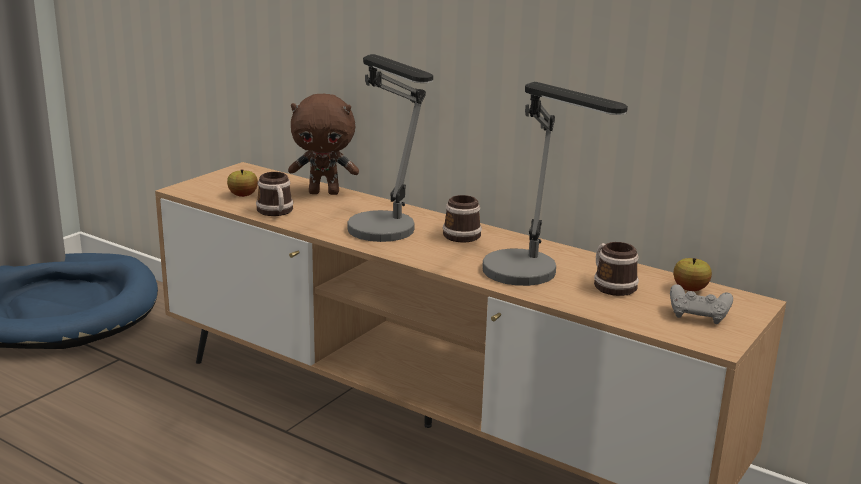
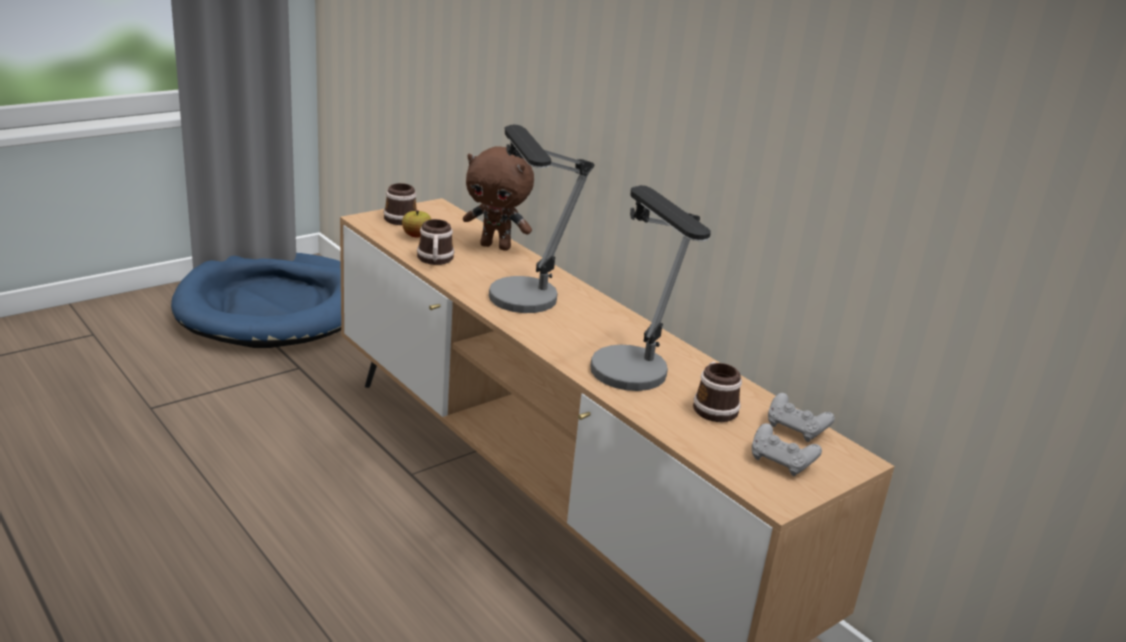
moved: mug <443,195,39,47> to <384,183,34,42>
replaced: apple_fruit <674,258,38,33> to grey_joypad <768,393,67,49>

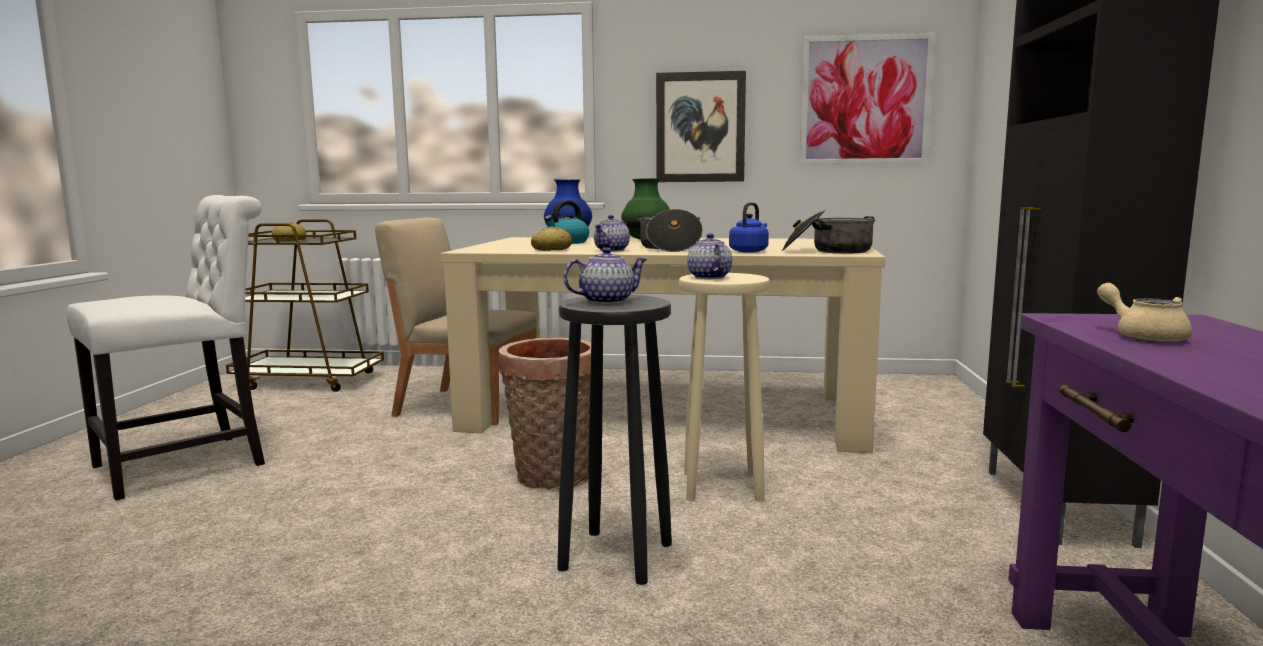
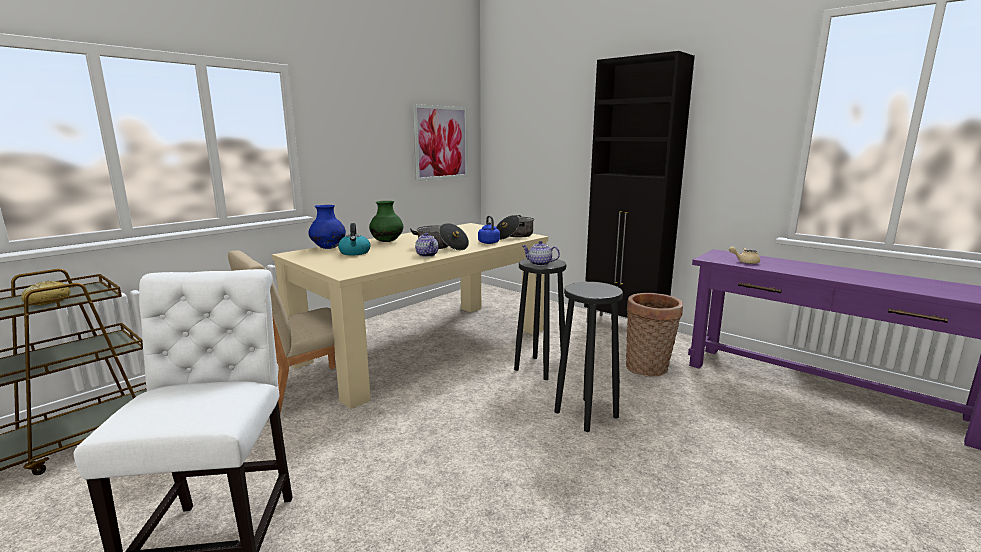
removed: picture <656,71,90,111>; baked_bread <531,226,42,25>; pot_for_tea <563,247,84,57>
moved: household_basket <499,338,92,152> to <626,293,57,84>
recoloured: beige-coloured_stool_seat <678,273,92,229> to blackish_stool_seat <514,258,52,122>

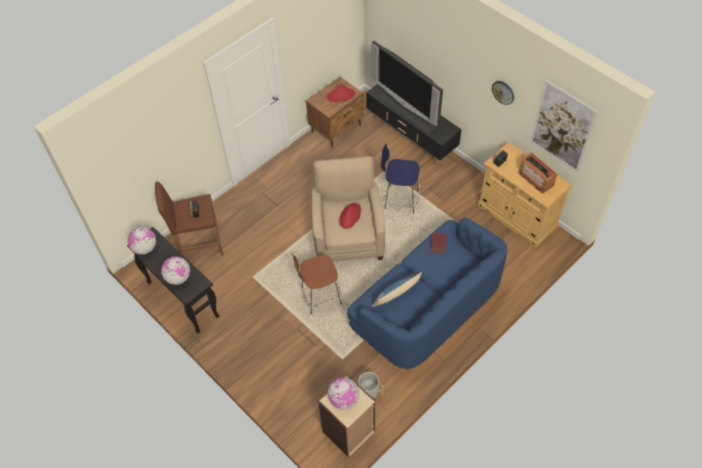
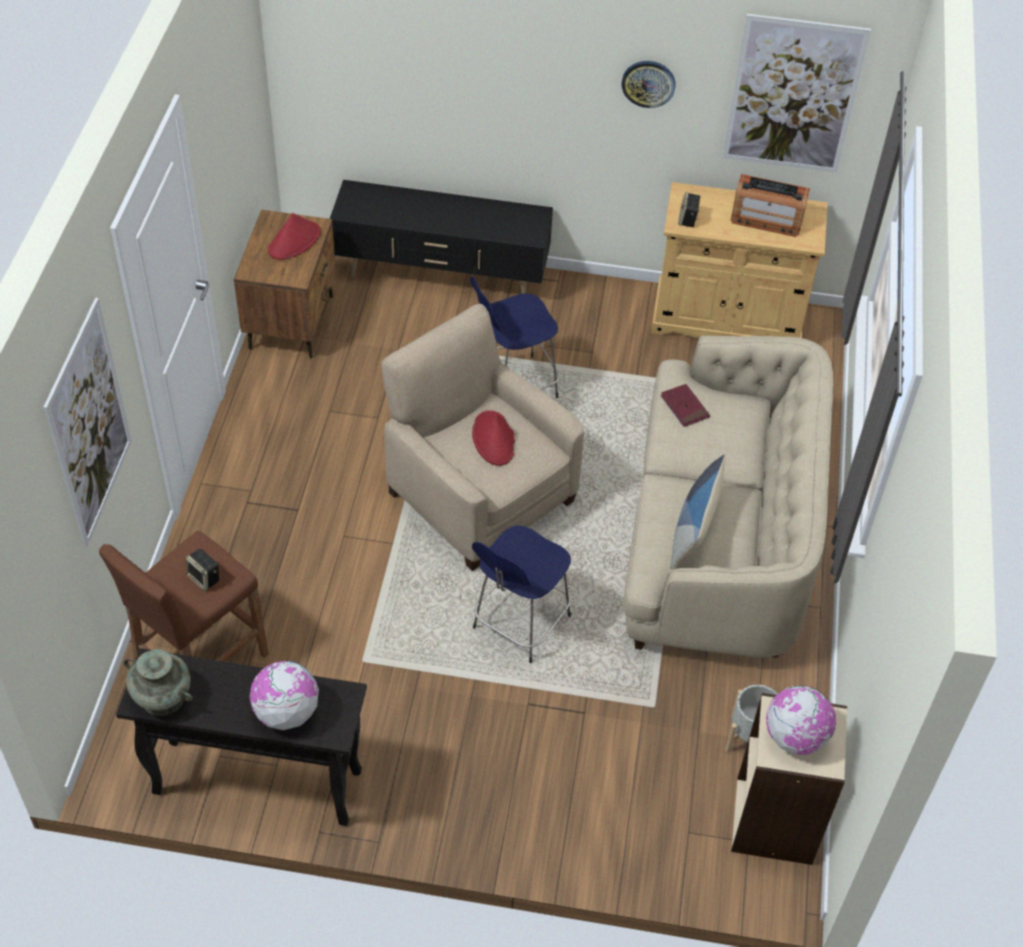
removed: television <371,41,72,93>
added: picture <43,298,89,249>
replaced: world_globe <128,227,28,28> to turquoise_flower_vase <124,649,69,67>
recoloured: blue_sofa <347,217,160,153> to beige-coloured_sofa <624,336,209,322>; brownish_stool_seat <292,253,50,61> to blue_stool_seat <472,526,99,137>

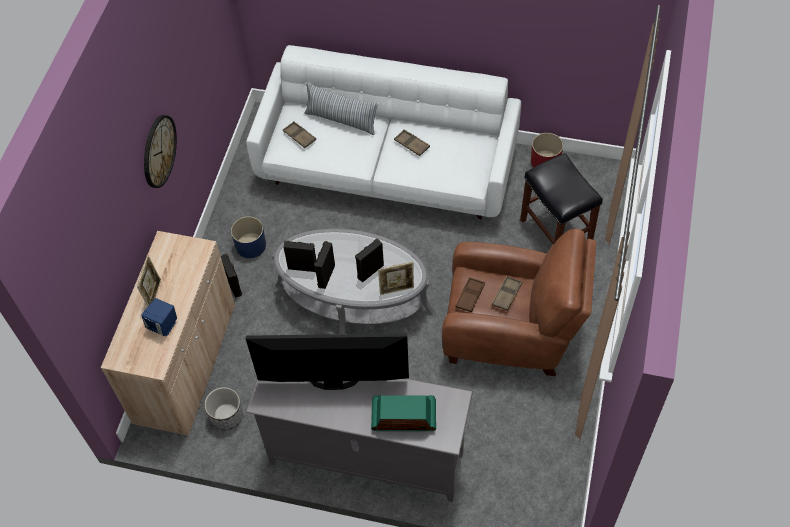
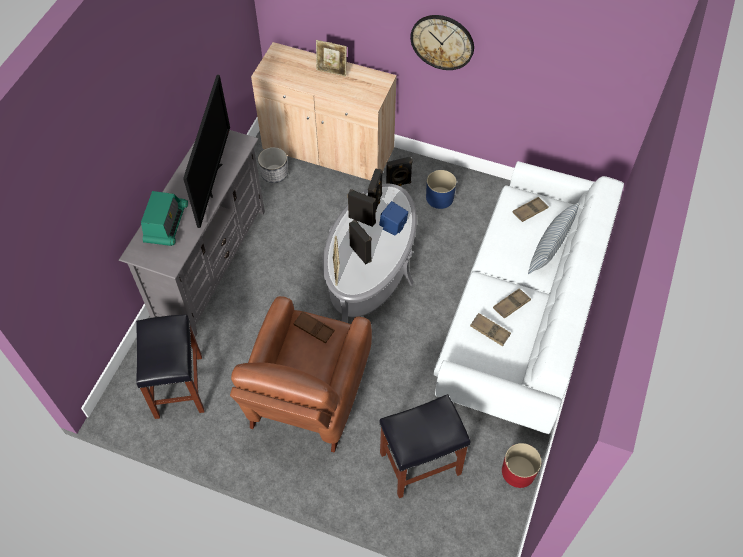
added: blackish_stool_seat <136,314,68,105>
moved: brownish_carrying_tray <492,276,30,35> to <470,313,41,33>; blue_speaker <141,298,36,38> to <379,201,29,34>

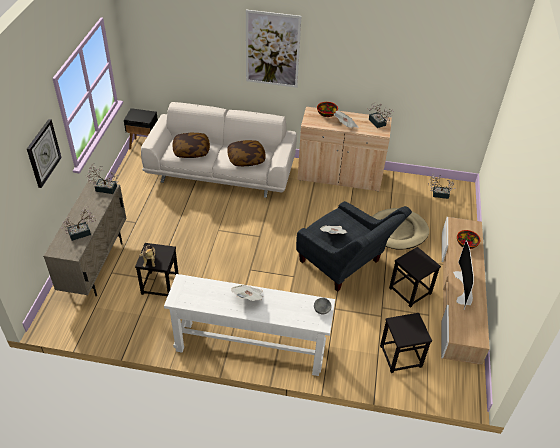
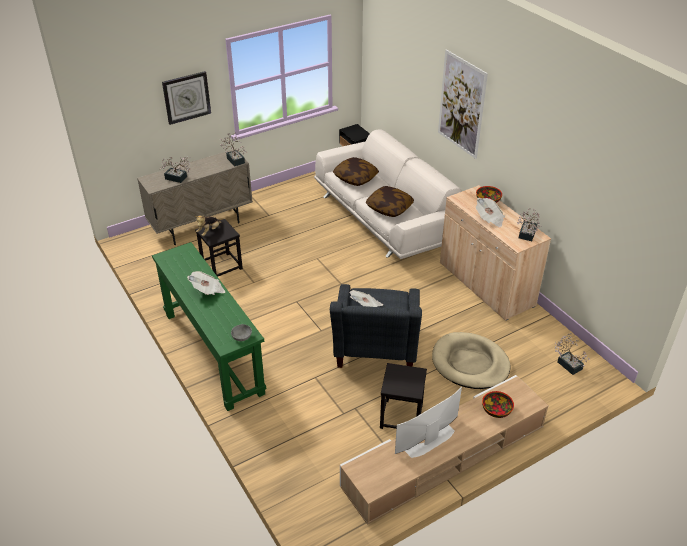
removed: blackish_stool_seat <380,313,52,60>
recoloured: whitish_hall_table <164,274,171,102> to greenish_hall_table <152,242,114,169>

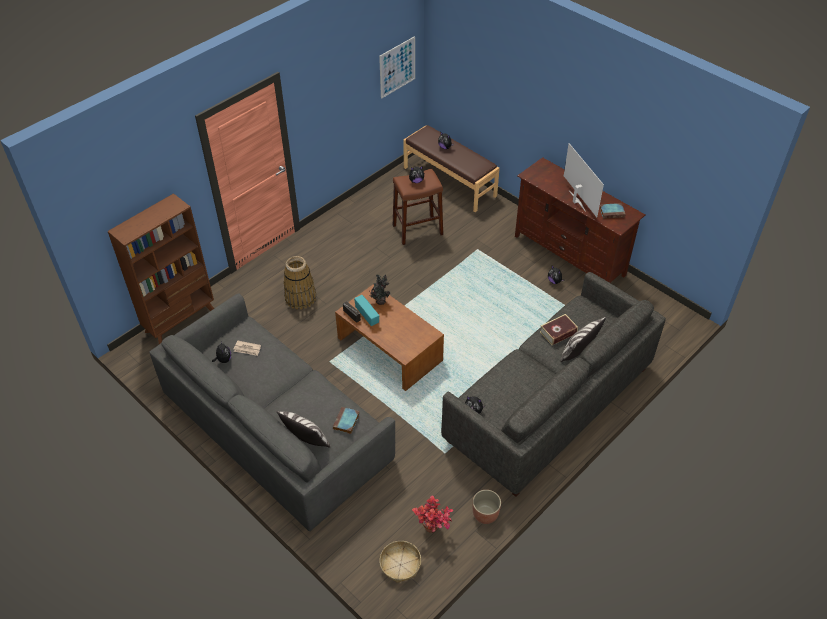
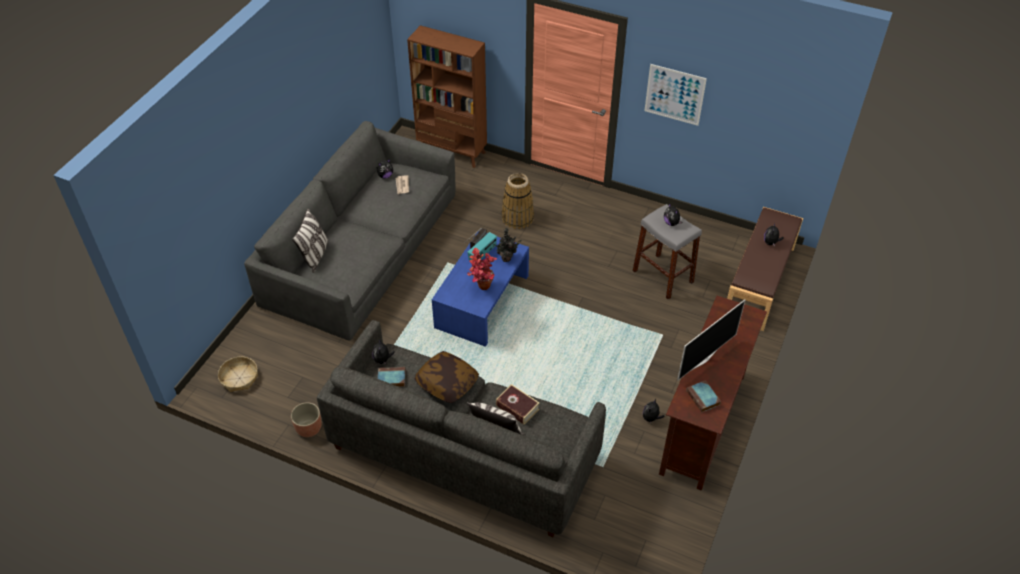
added: cushion <415,351,64,52>
moved: picture <379,36,36,63> to <644,64,63,62>; bound_book <333,407,27,27> to <378,367,28,20>; potted_plant <412,495,41,38> to <467,248,30,42>
recoloured: brownish_stool_seat <393,168,50,77> to grey_stool_seat <633,204,69,95>; brownish_low_table <335,284,109,107> to blue_low_table <432,231,97,116>

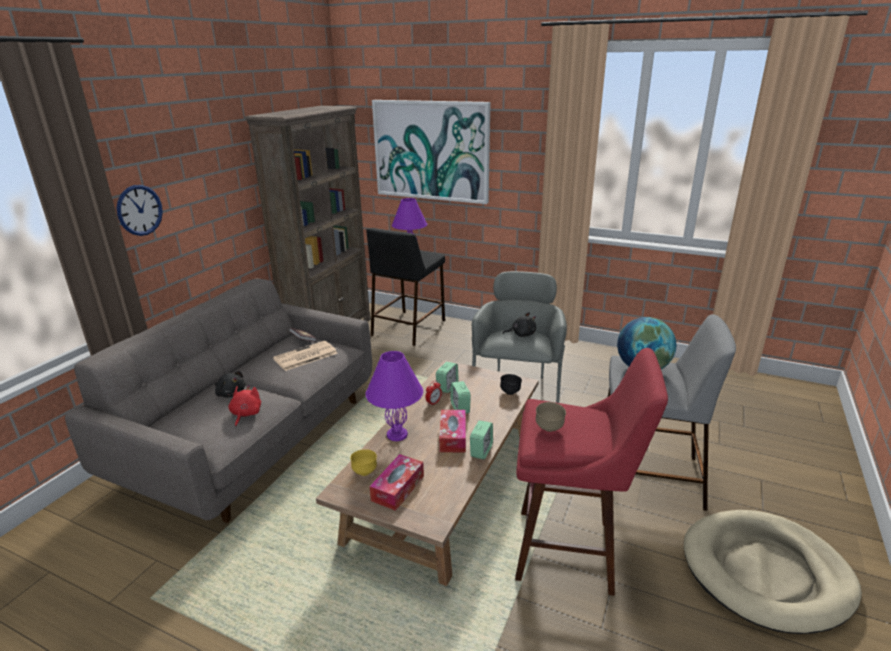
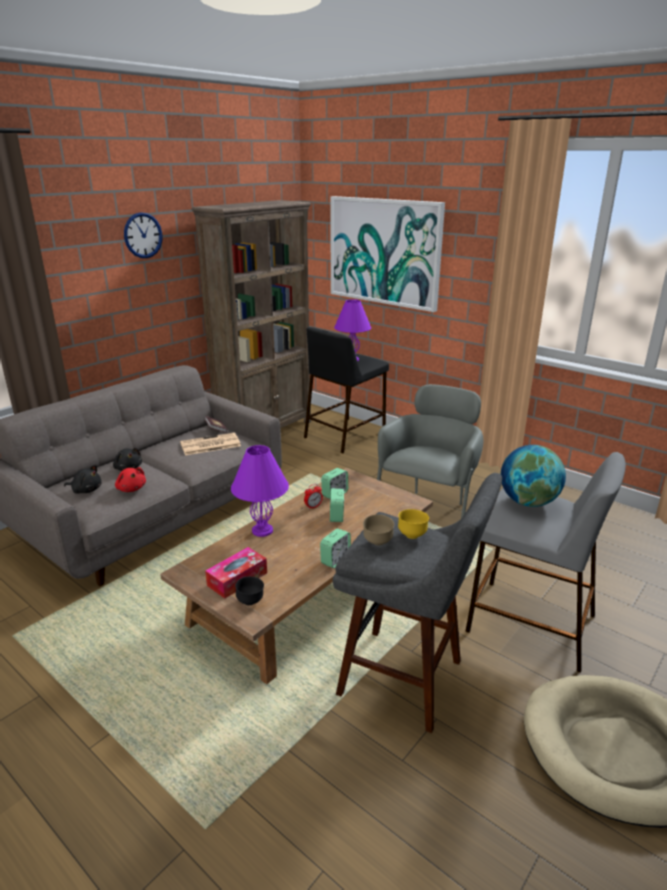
removed: tissue_box <439,410,27,42>
moved: hanging_clock <117,185,46,51> to <124,212,39,46>; blackish_cuddly_toy <502,312,34,25> to <64,465,37,29>; blackish_serving_bowl <500,374,22,21> to <235,576,29,29>; yellow-coloured_serving_bowl <350,449,27,27> to <398,509,31,30>
recoloured: red_stool_seat <515,348,153,248> to grey_stool_seat <333,473,169,260>
turned: red_cuddly_toy <228,385,33,42> = <115,467,31,25> 120 degrees clockwise

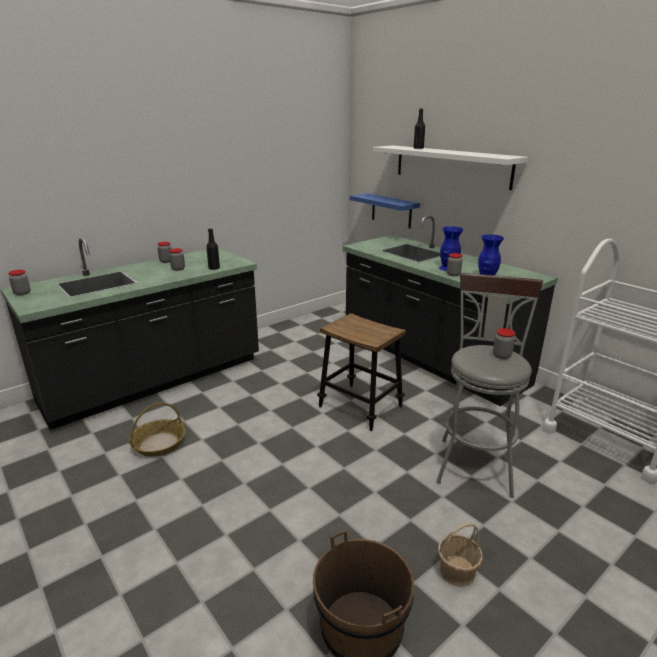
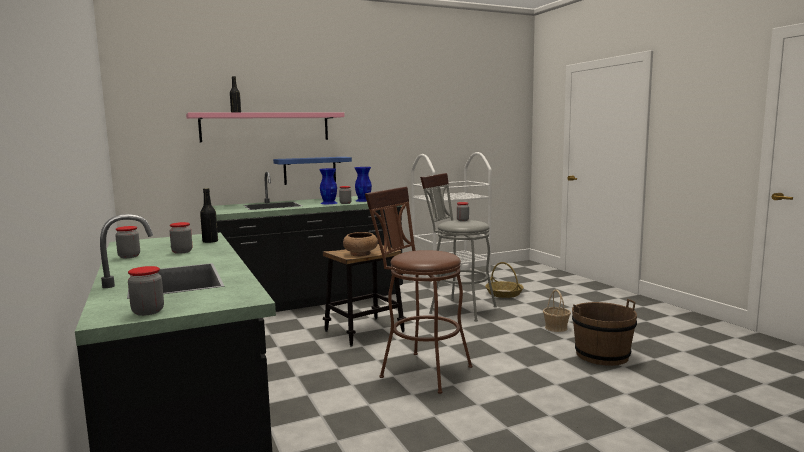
added: brownish_stool_seat <365,187,108,207>; brownish_serving_bowl <343,232,35,24>
moved: blue_bracket_shelf <350,193,70,35> to <273,157,79,28>; household_basket <129,403,56,54> to <485,262,39,36>
recoloured: whitish_bracket_shelf <373,145,155,45> to pinkish_bracket_shelf <186,112,158,30>

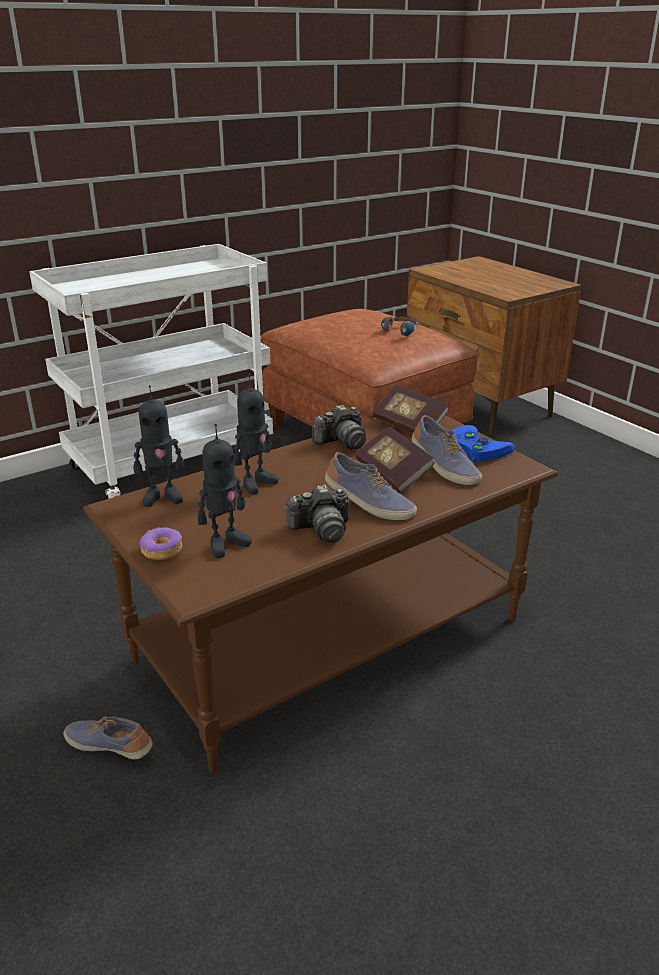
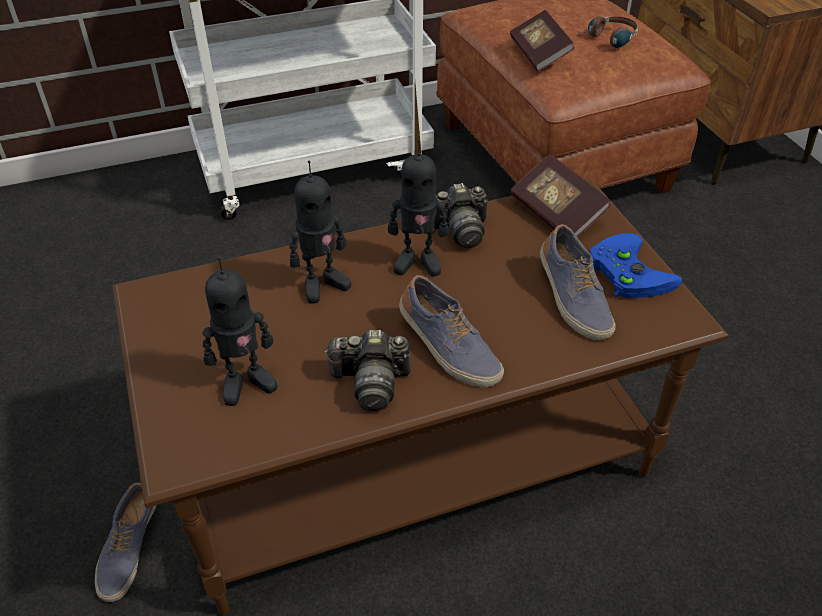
removed: doughnut <139,527,43,33>
moved: model_robot <133,385,52,122> to <388,139,61,138>; bound_book <355,426,80,67> to <510,10,64,61>
turned: shoe <64,716,89,43> = <95,483,62,119> 120 degrees counterclockwise

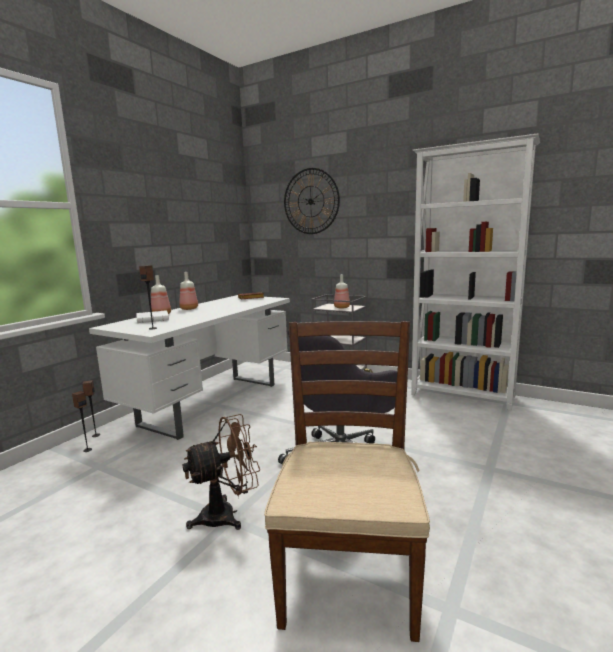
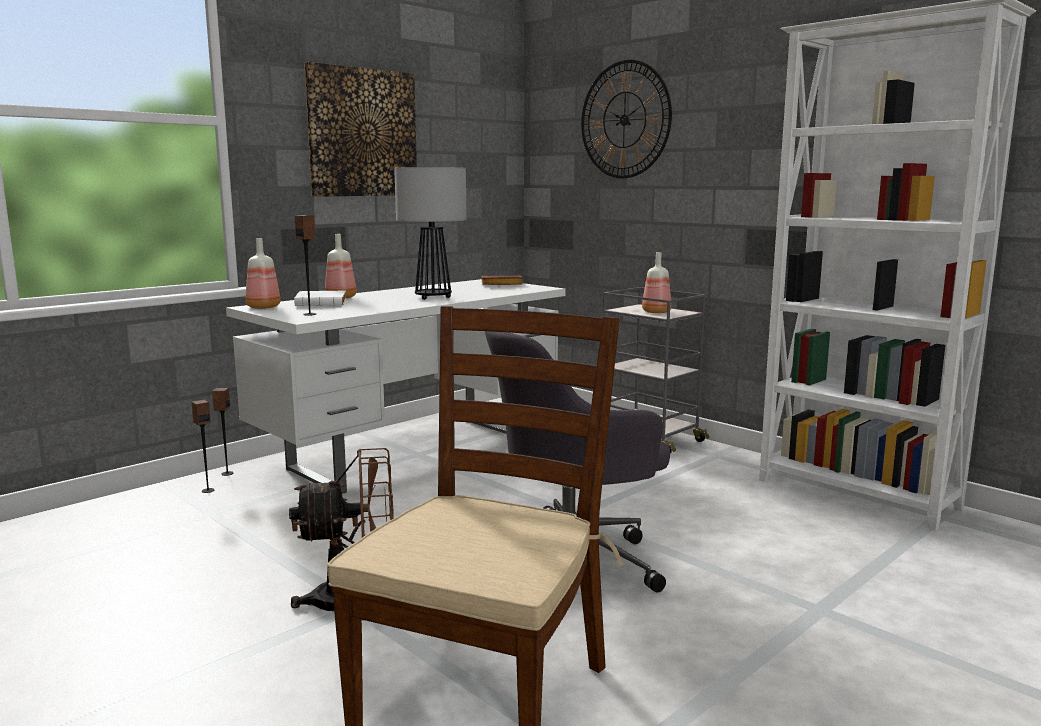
added: picture <304,62,113,135>; table_lamp <394,167,73,133>
moved: bottle <179,272,19,38> to <245,238,35,71>

